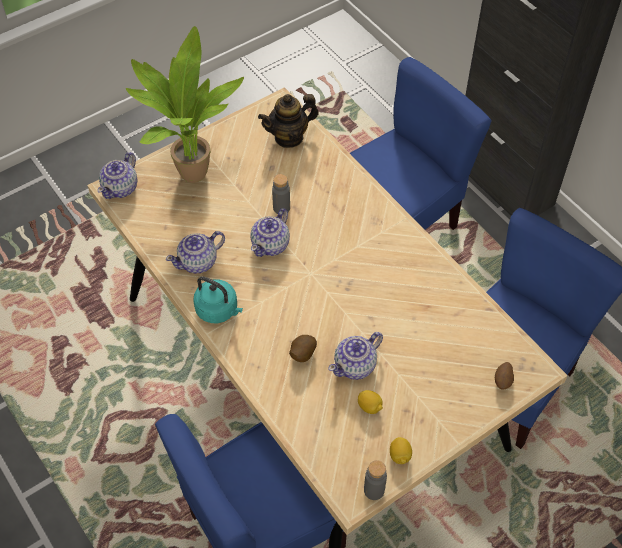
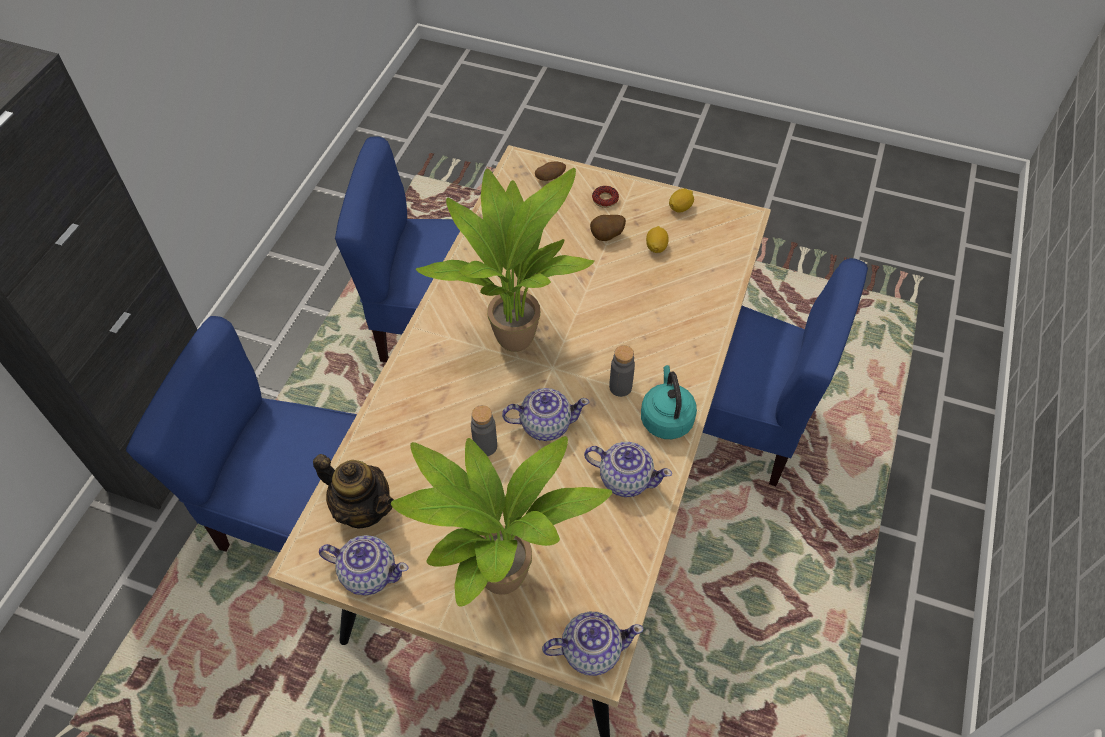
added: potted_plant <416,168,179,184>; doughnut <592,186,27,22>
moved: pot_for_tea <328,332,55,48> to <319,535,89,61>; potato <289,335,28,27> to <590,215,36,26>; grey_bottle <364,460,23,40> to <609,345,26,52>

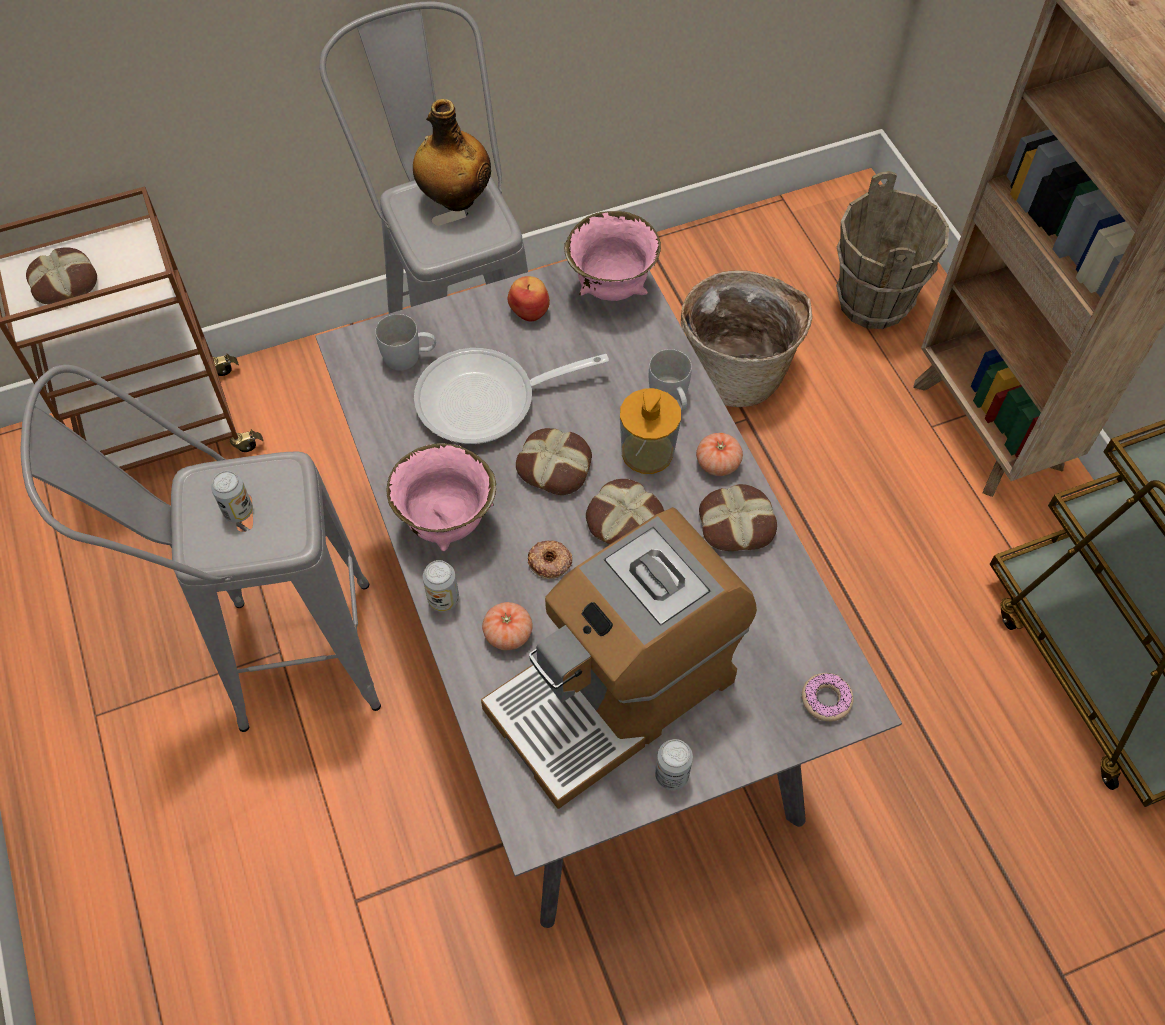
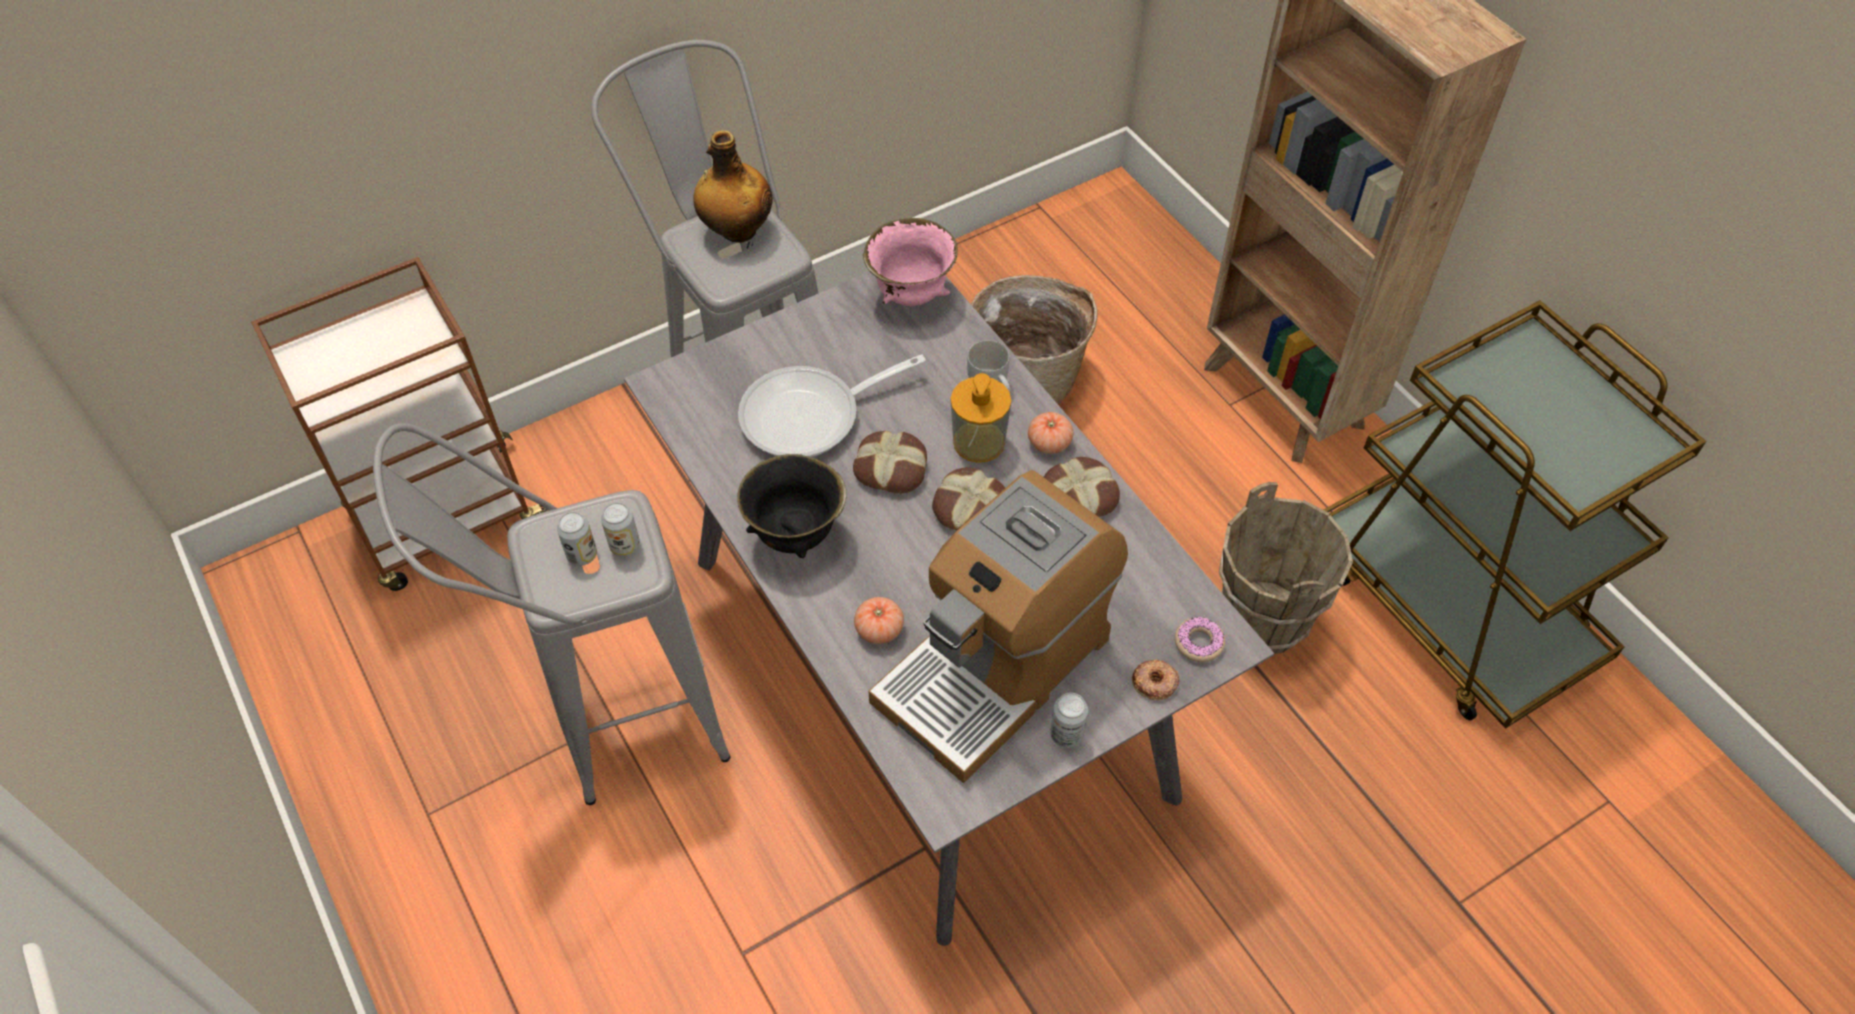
removed: baked_bread <26,247,71,57>; apple_fruit <508,276,42,45>; whitish_mug <375,314,61,57>
moved: brownish_pail <836,171,113,158> to <1219,482,134,172>; doughnut <528,540,44,39> to <1132,660,47,40>; sealed_can <423,560,36,52> to <601,502,39,54>
recoloured: pinkish_serving_bowl <387,443,109,108> to blackish_serving_bowl <737,454,109,104>

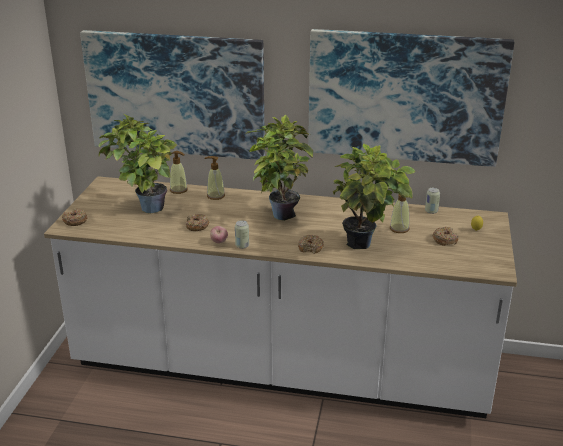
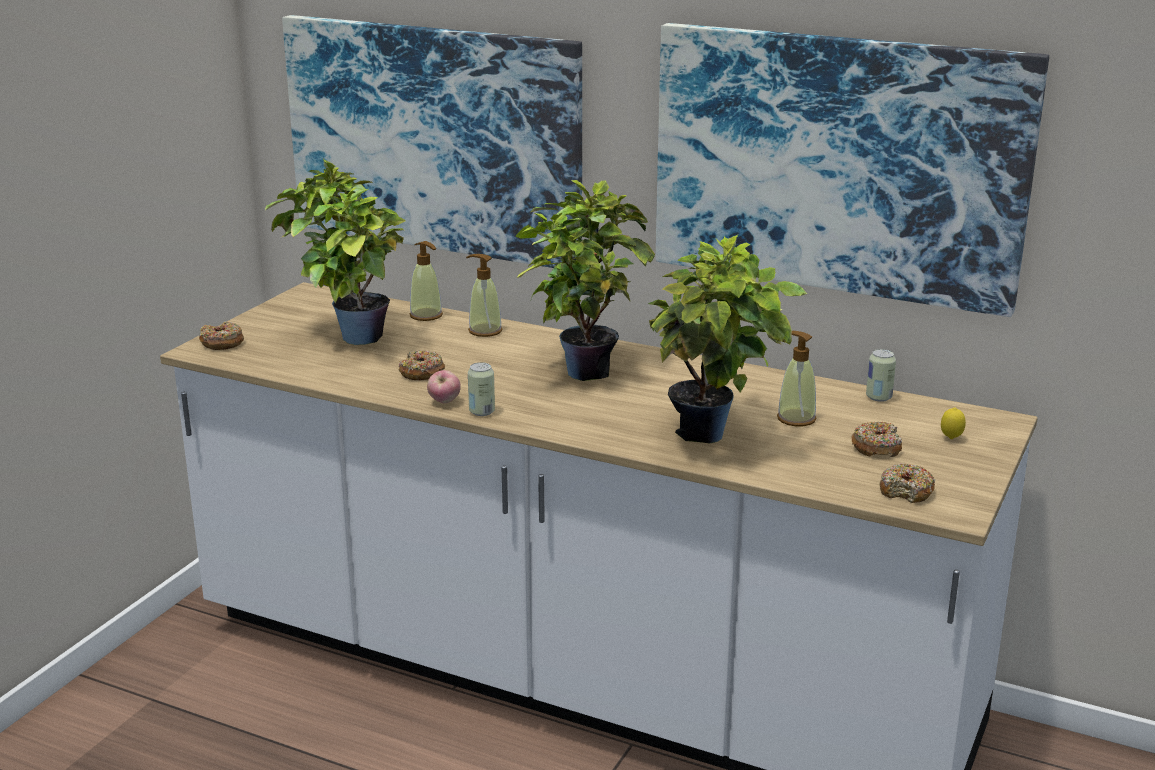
moved: doughnut <298,235,26,19> to <879,463,56,40>

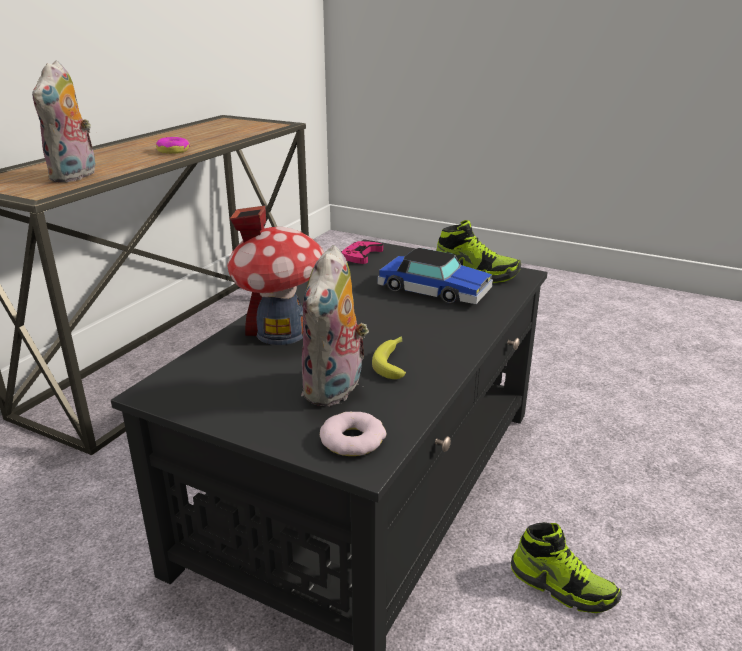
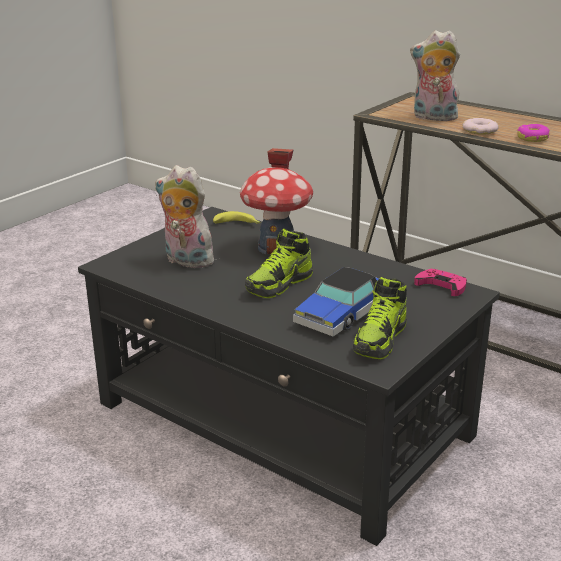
moved: whole_banana <372,337,34,42> to <213,211,47,13>; doughnut <320,412,66,44> to <463,118,36,17>; shoe <511,522,111,91> to <245,229,68,69>

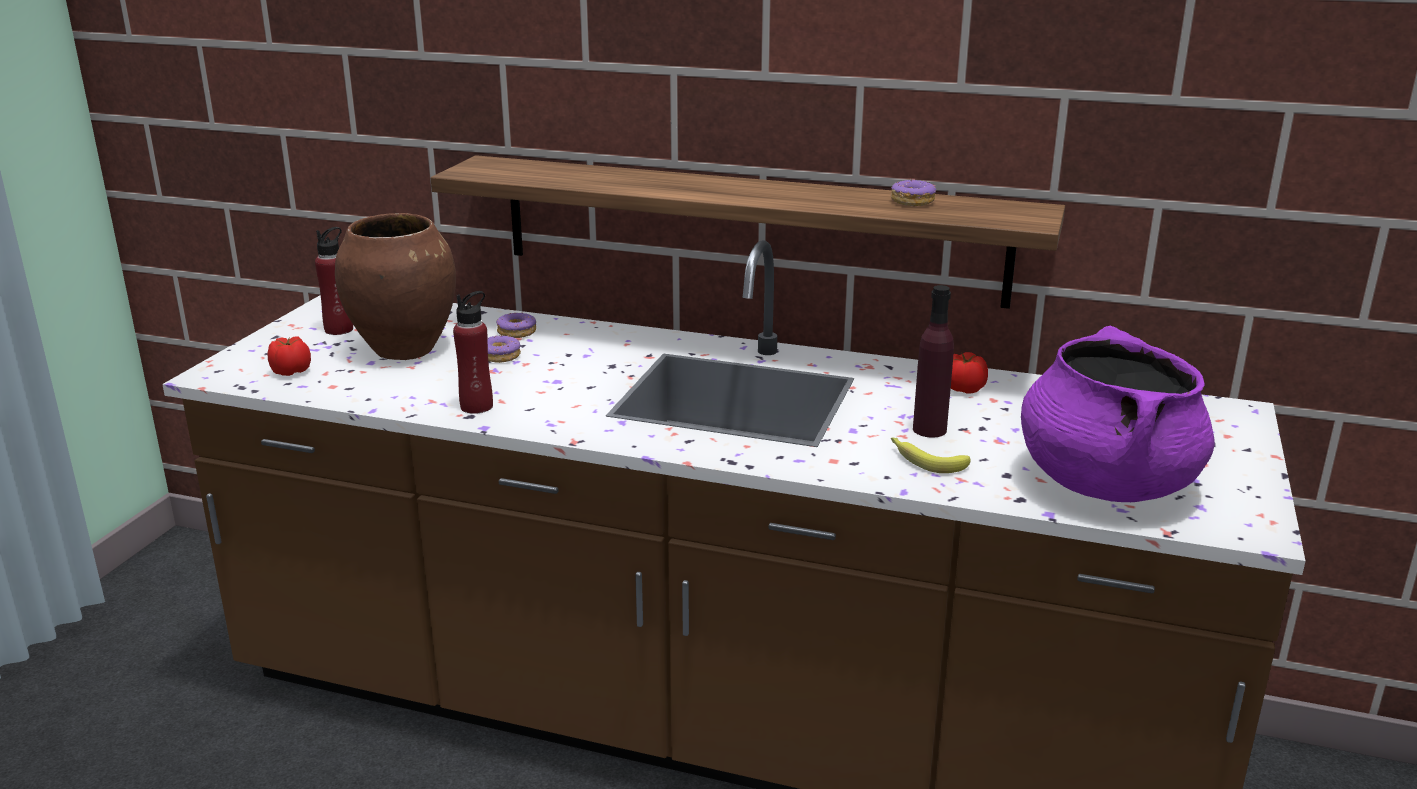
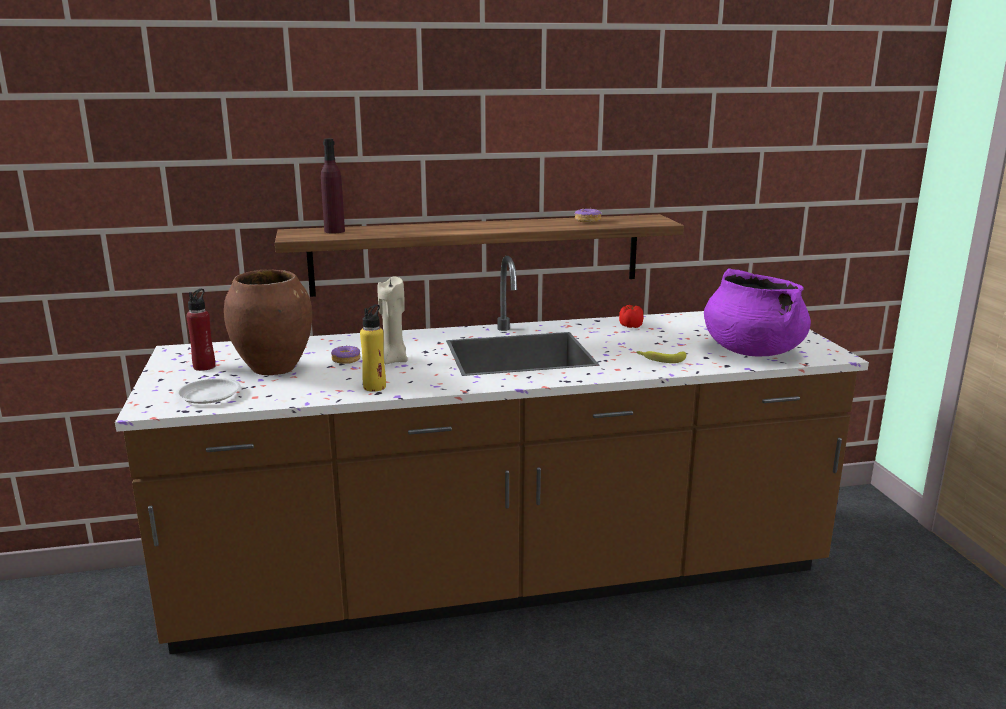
removed: doughnut <496,313,40,25>
added: beige-coloured_wax_candle <377,276,31,88>
moved: purplish_bottle <913,285,41,152> to <321,138,24,96>
replaced: fresh_tomato <268,336,43,40> to whitish_plate <175,378,66,26>
recoloured: red_bottle <453,291,40,123> to yellow-coloured_bottle <360,304,26,88>

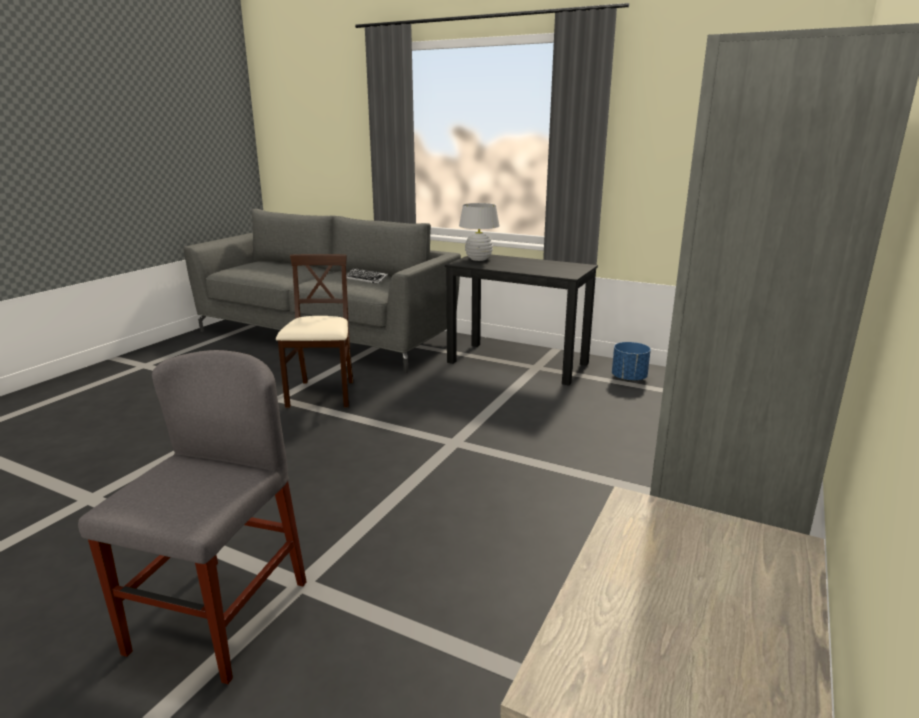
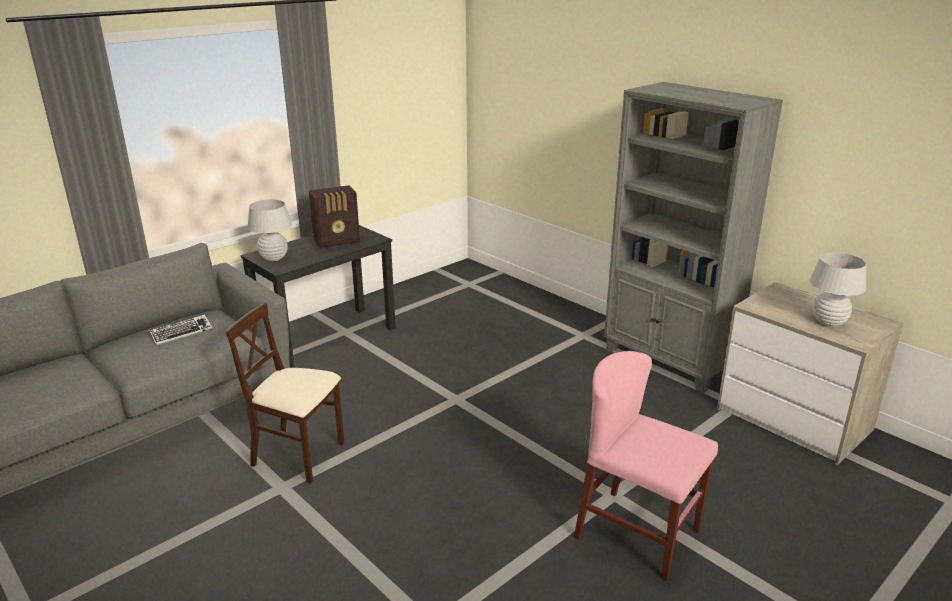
removed: blue_plant_pot <612,342,39,40>
added: radio_set <309,185,51,64>; whitish_table_lamp <810,252,56,75>
recoloured: grey_plain_chair <78,350,228,334> to pinkish_plain_chair <574,351,144,230>

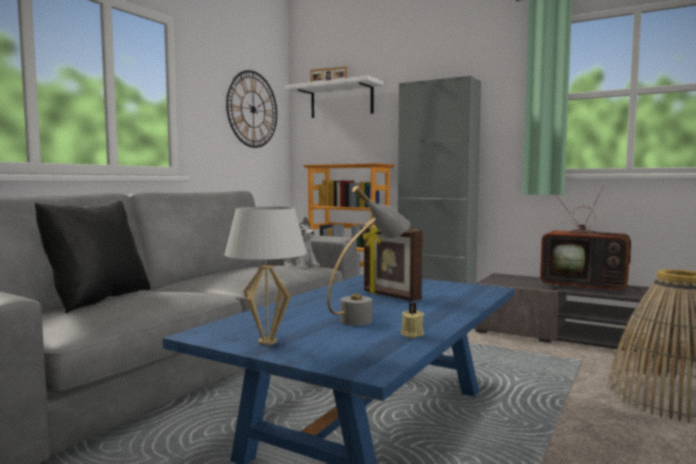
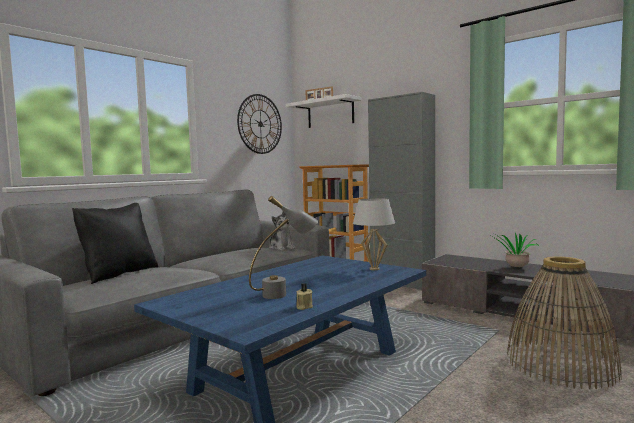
removed: standing_frame <363,225,60,76>
moved: whitish_table_lamp <225,207,82,138> to <353,198,42,72>
replaced: television <540,186,106,107> to potted_plant <493,233,45,34>

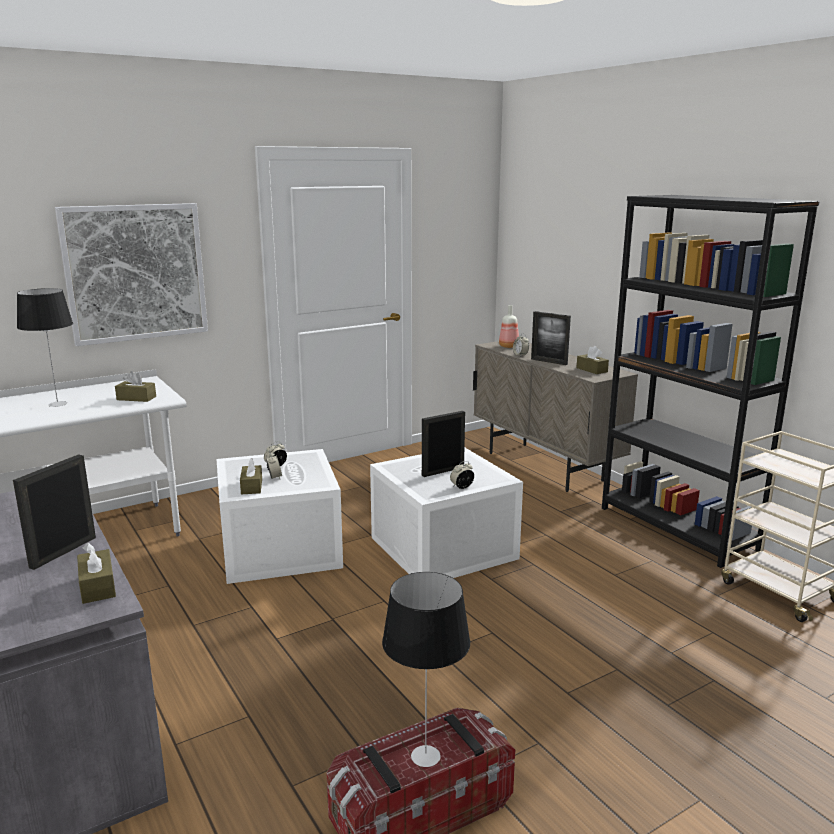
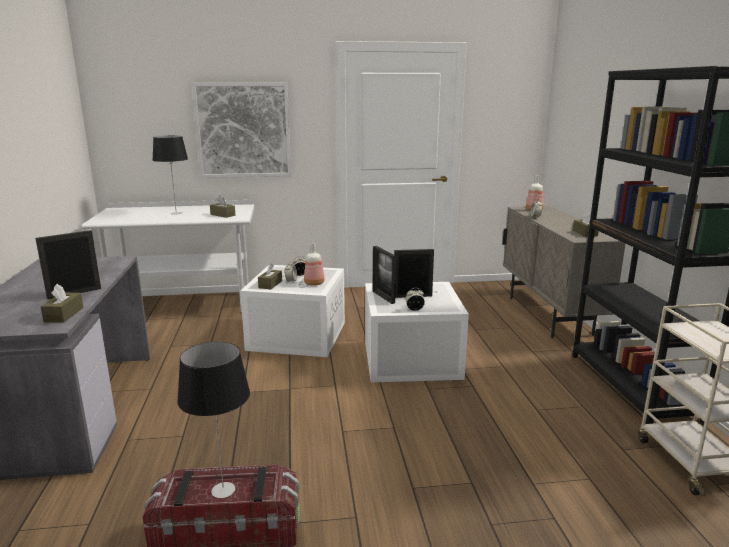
added: bottle <304,243,20,43>
moved: standing_frame <531,311,40,54> to <373,246,23,58>

